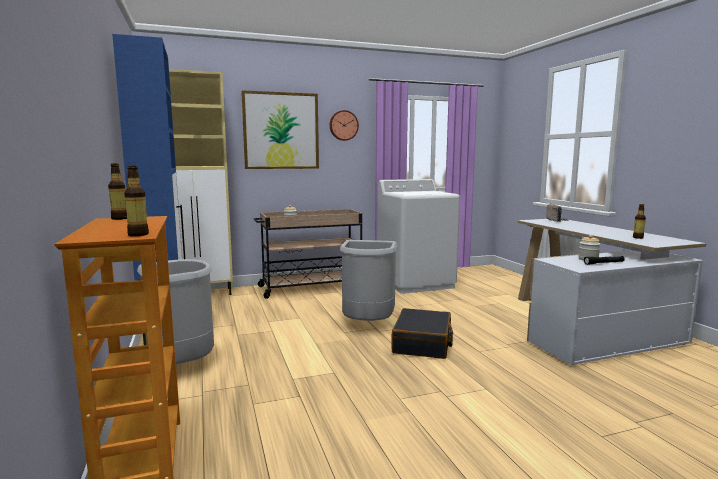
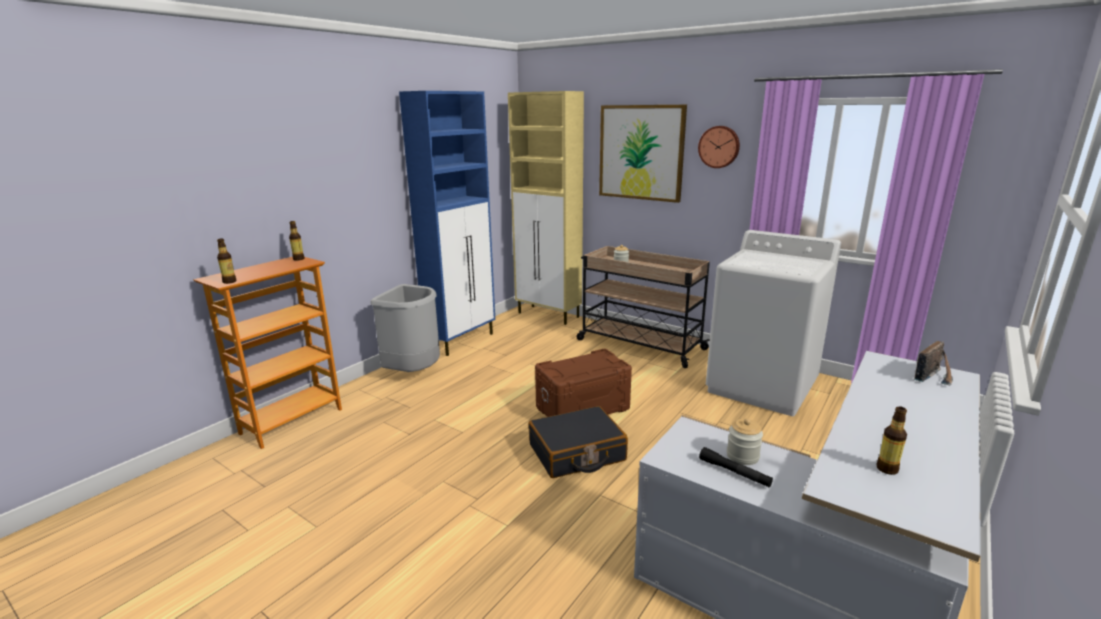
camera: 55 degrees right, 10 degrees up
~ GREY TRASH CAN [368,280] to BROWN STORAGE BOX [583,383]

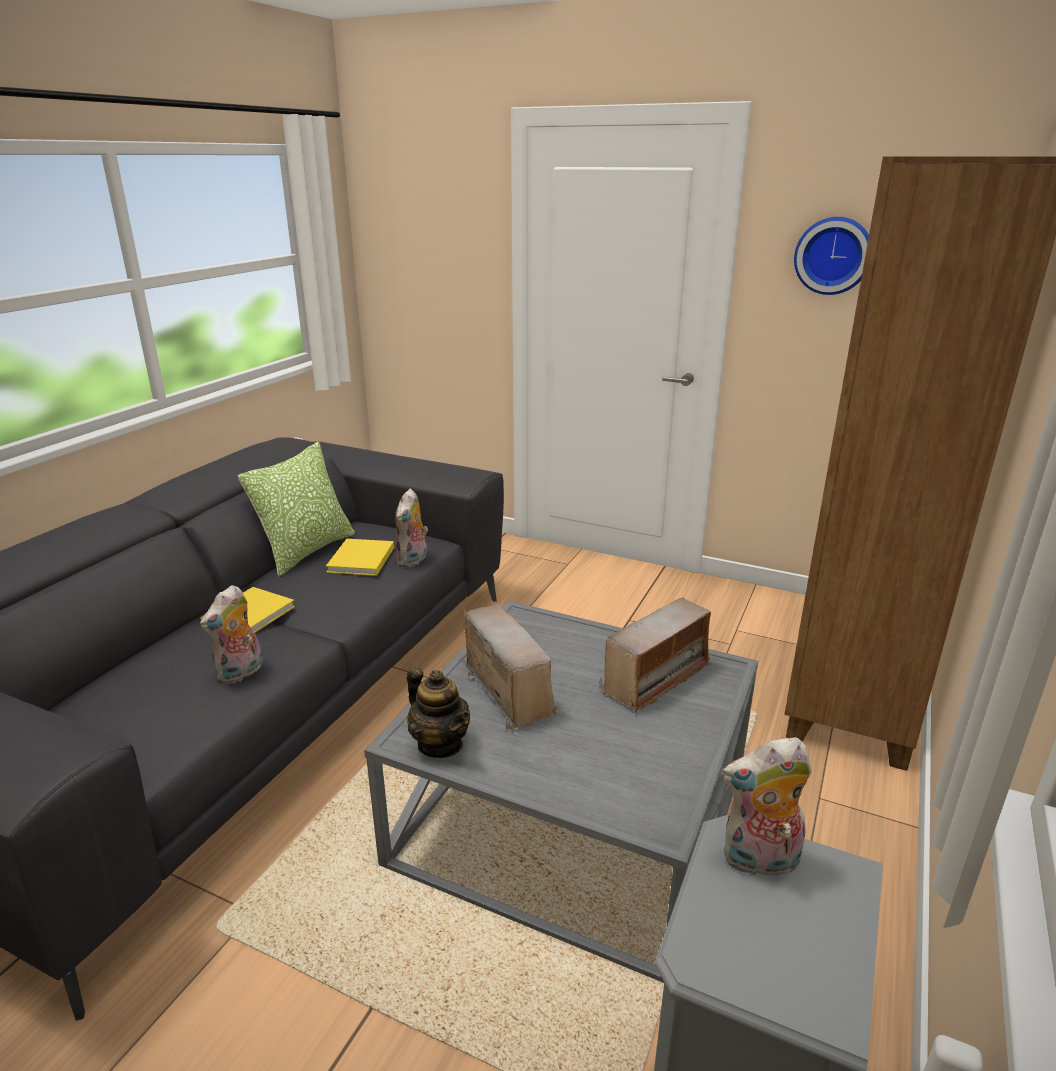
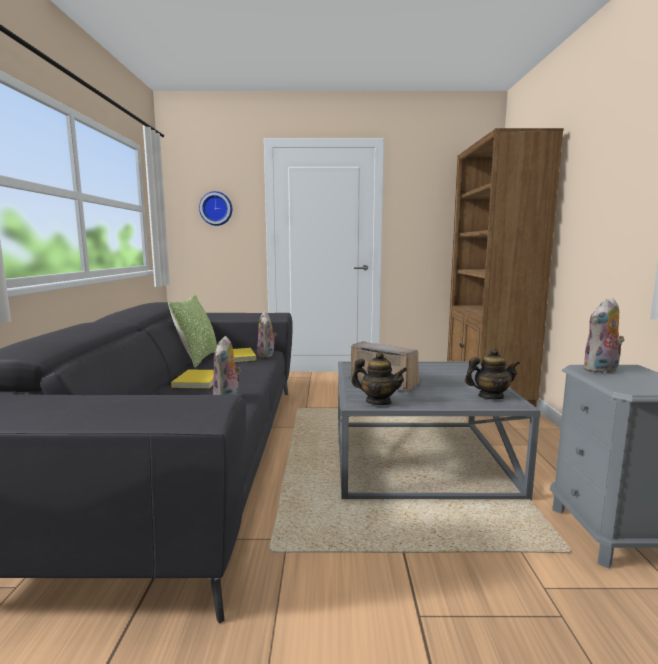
camera: 25 degrees left, 15 degrees down
- RADIO [655,655]
~ WALL CLOCK [831,256] to [215,208]
+ TEAPOT [492,374]

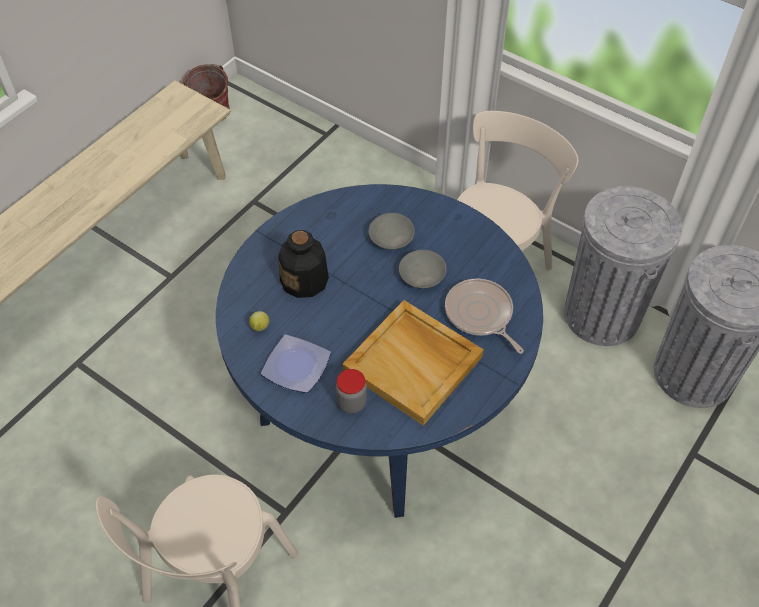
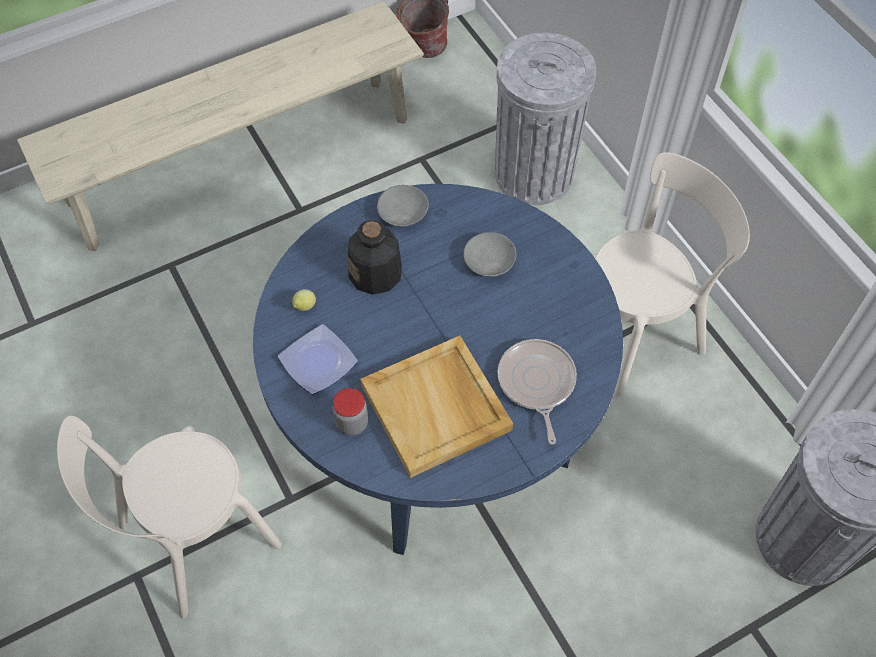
camera: 25 degrees right, 5 degrees up
~ GREY BOWL [423,269] to [403,206]
~ GREY TRASH CAN [623,266] to [545,118]

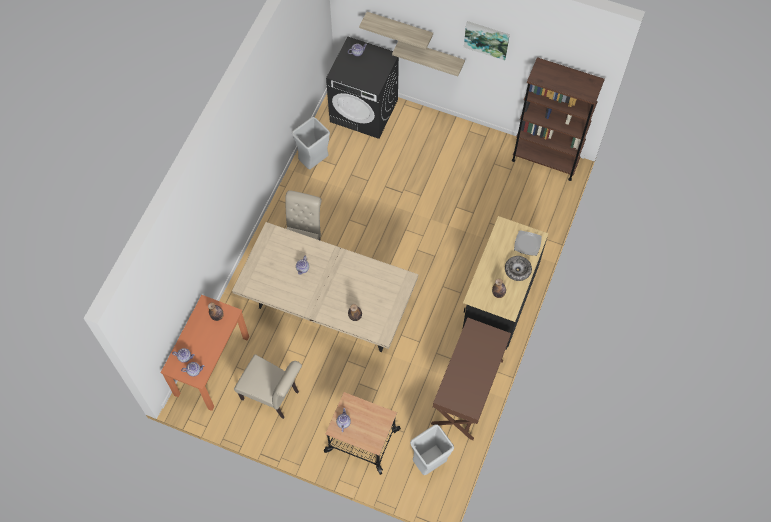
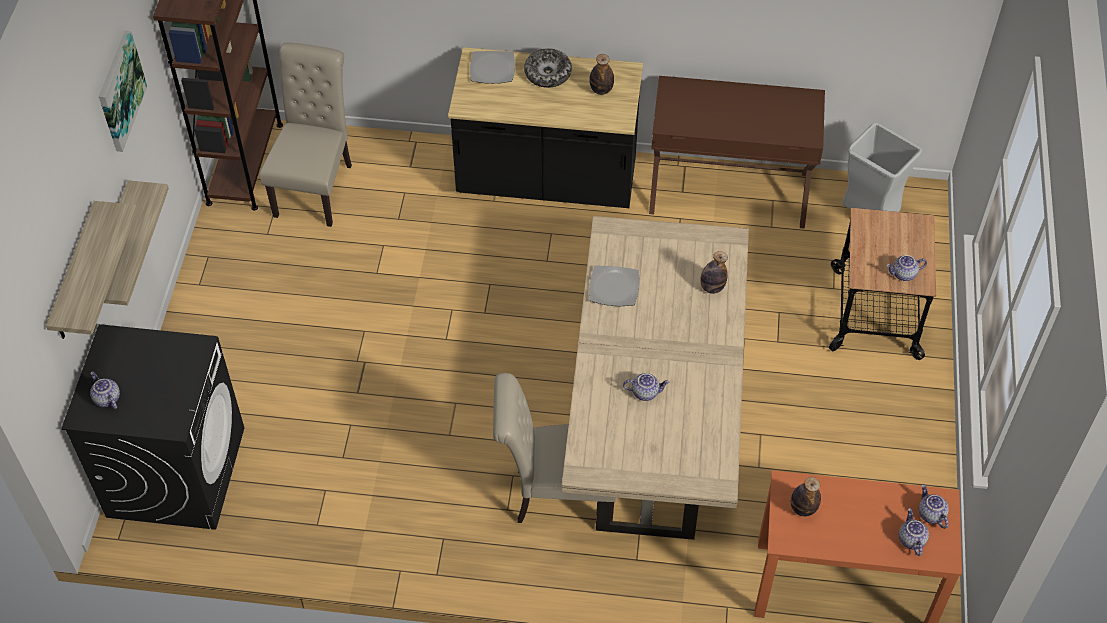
camera: 105 degrees left, 10 degrees down
~ BEIGE CHAIR [268,386] to [305,135]
- GREY TRASH CAN [311,143]
+ PLATE [614,285]

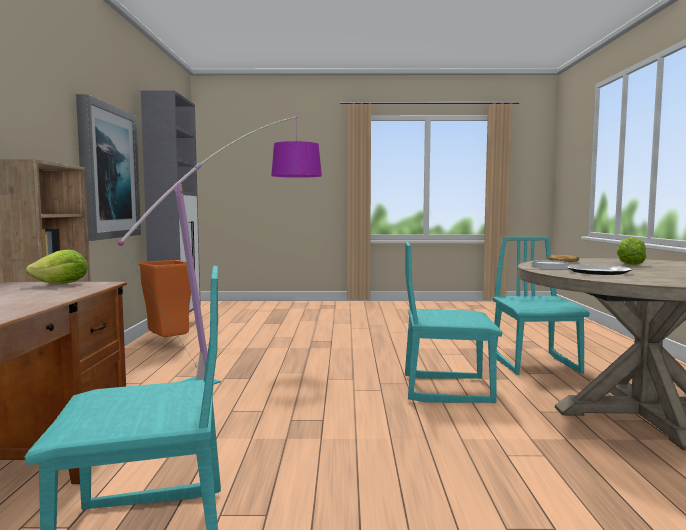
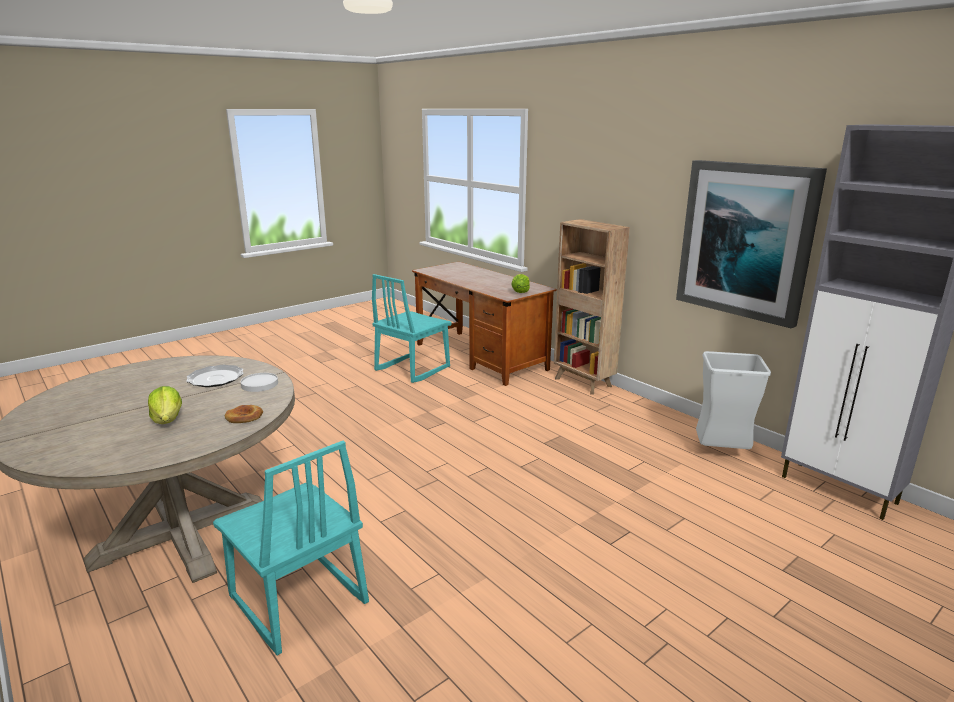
camera: 140 degrees right, 15 degrees up
- FLOOR LAMP [220,250]
~ ORANGE TRASH CAN [165,298] to GREY TRASH CAN [733,400]
- TURQUOISE CHAIR [454,322]

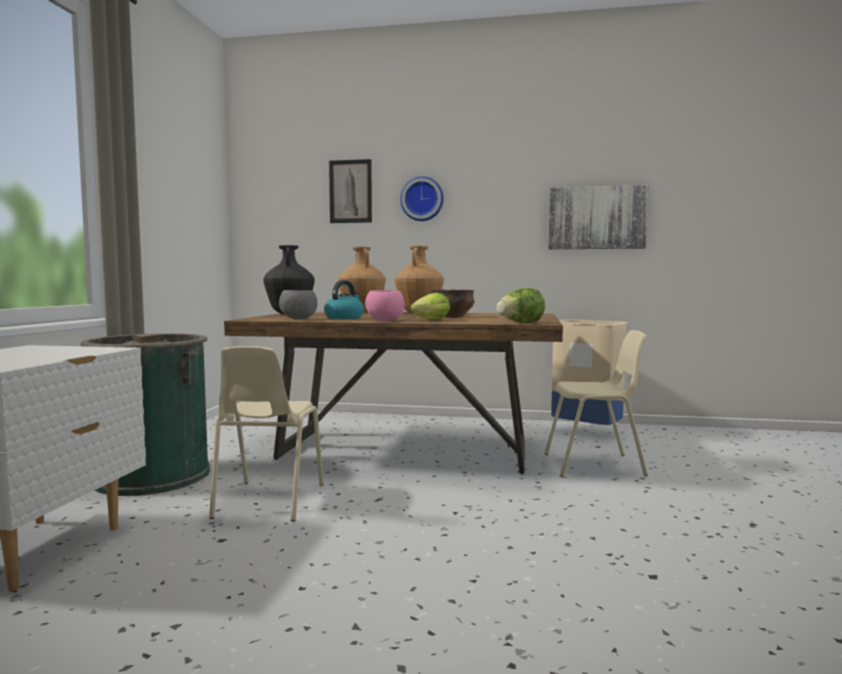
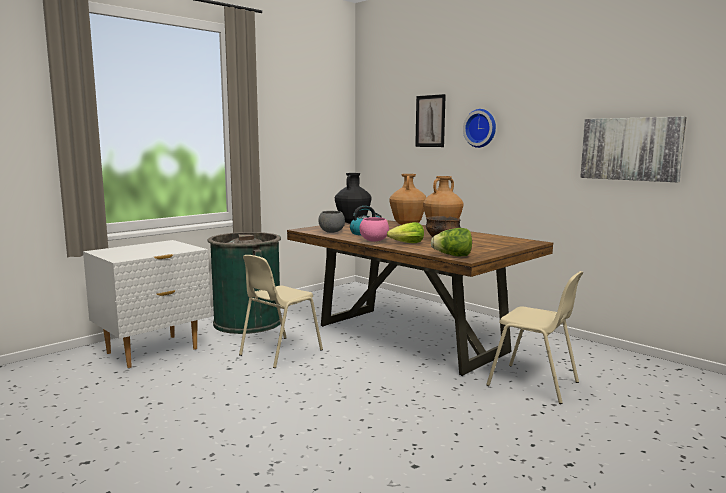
camera: 35 degrees right, 5 degrees up
- BEIGE TRASH CAN [589,372]

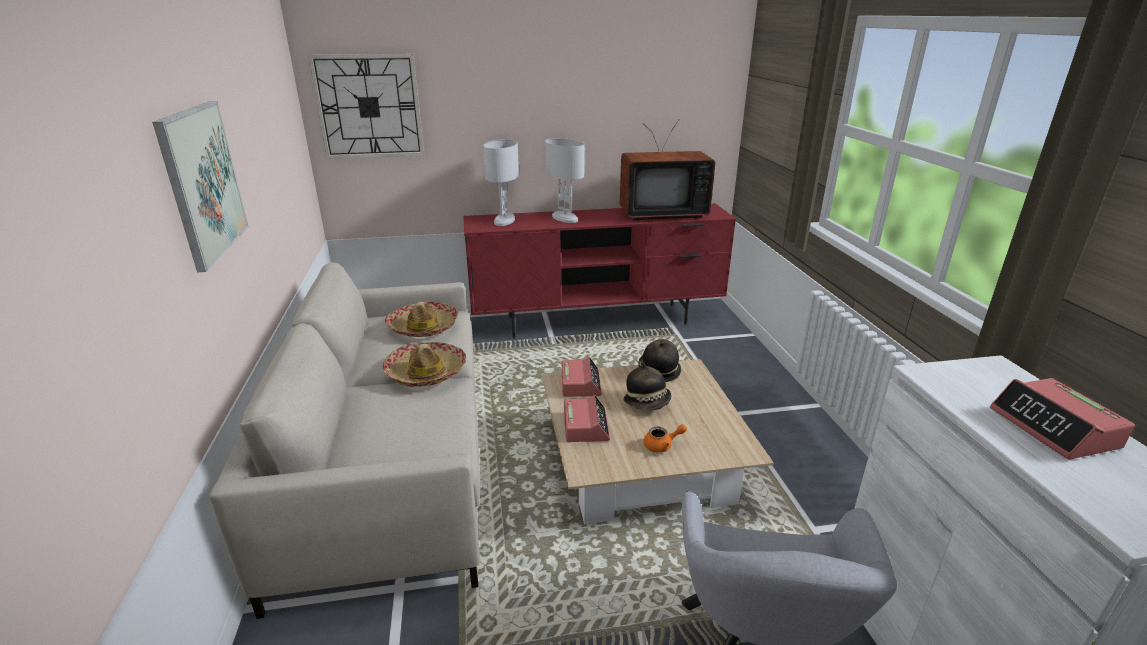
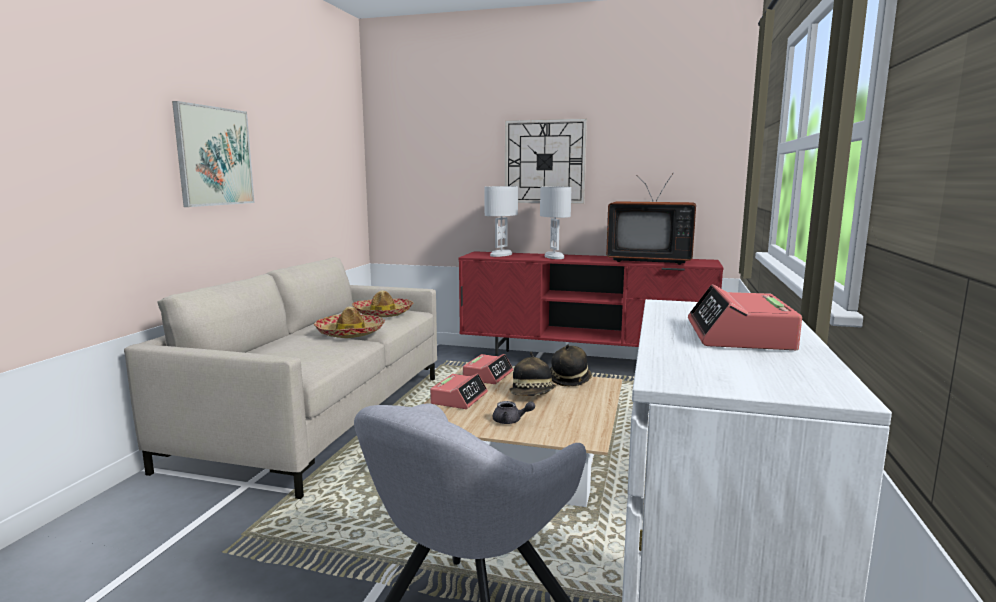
camera: 25 degrees right, 15 degrees down
~ WALL CLOCK [366,106] to [546,161]
~ ORANGE TEAPOT [665,438] to GREY TEAPOT [514,412]

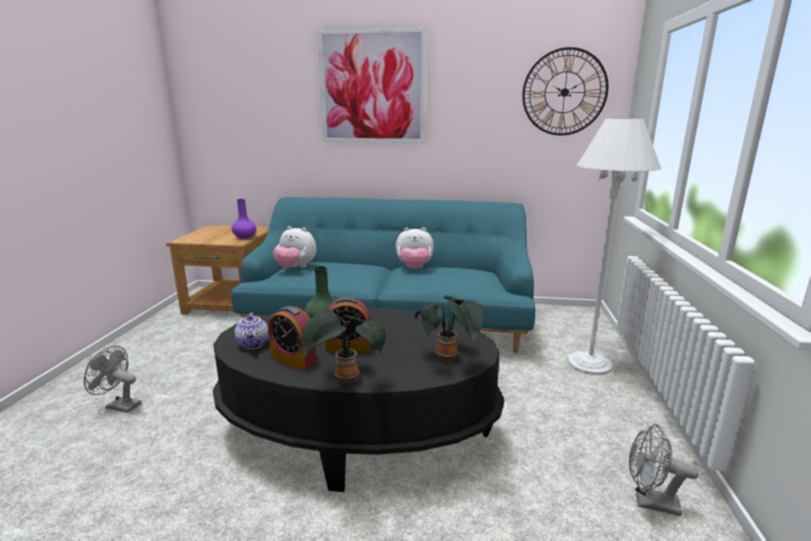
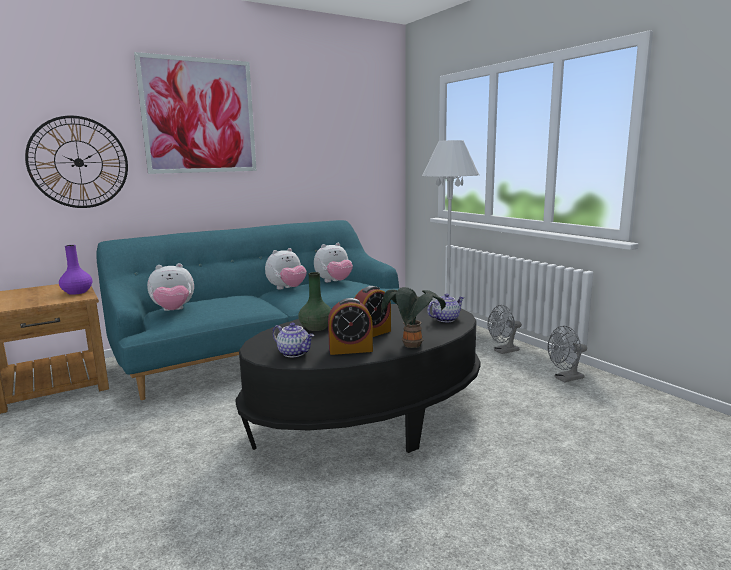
camera: 40 degrees left, 5 degrees down
~ GREY FAN [112,379] to [504,329]
~ POTTED PLANT [449,328] to TEAPOT [445,307]
~ WALL CLOCK [565,91] to [76,162]
+ PLUSH TOY [333,262]

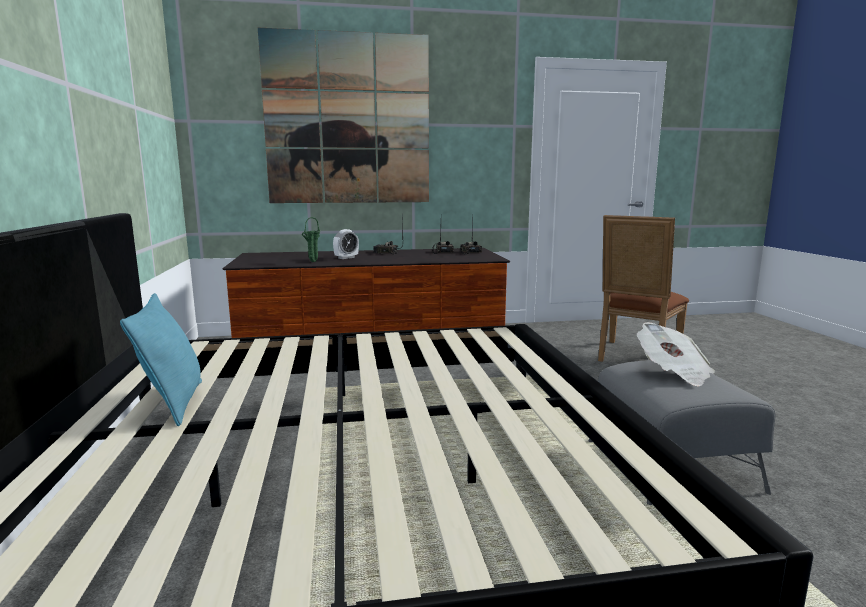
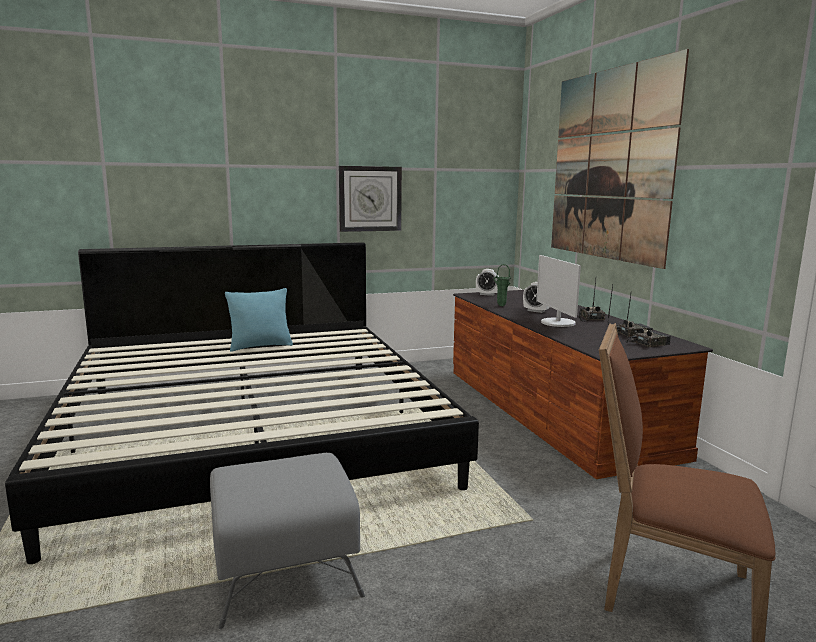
camera: 80 degrees right, 0 degrees up
- NEWSPAPER [676,354]
+ WALL CLOCK [370,199]
+ ALARM CLOCK [487,282]
+ MONITOR [558,291]

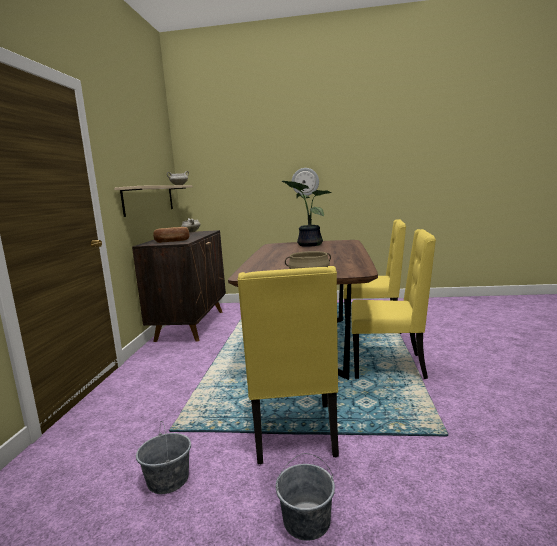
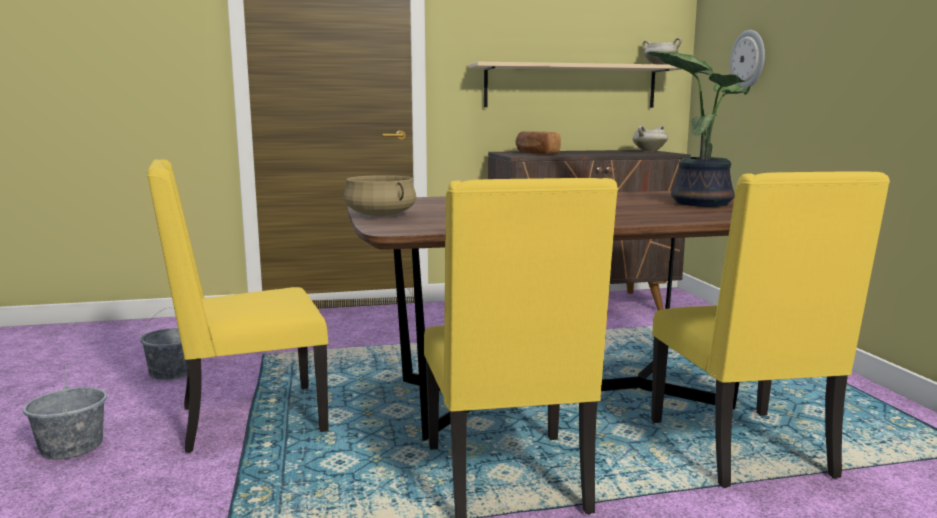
camera: 70 degrees right, 0 degrees up
~ WALL CLOCK [305,182] to [747,59]

